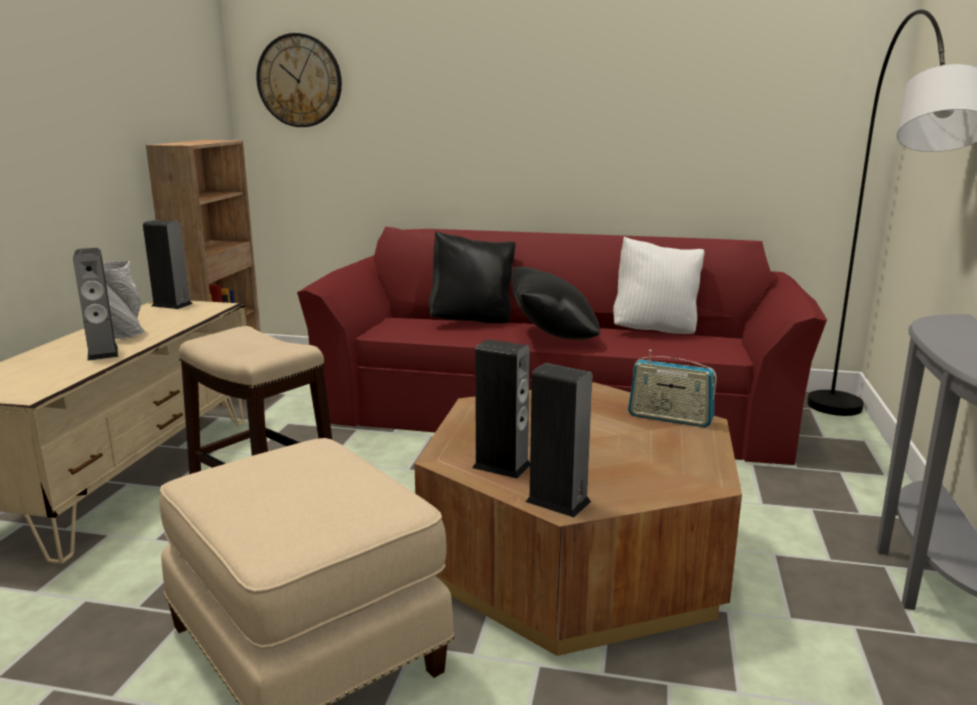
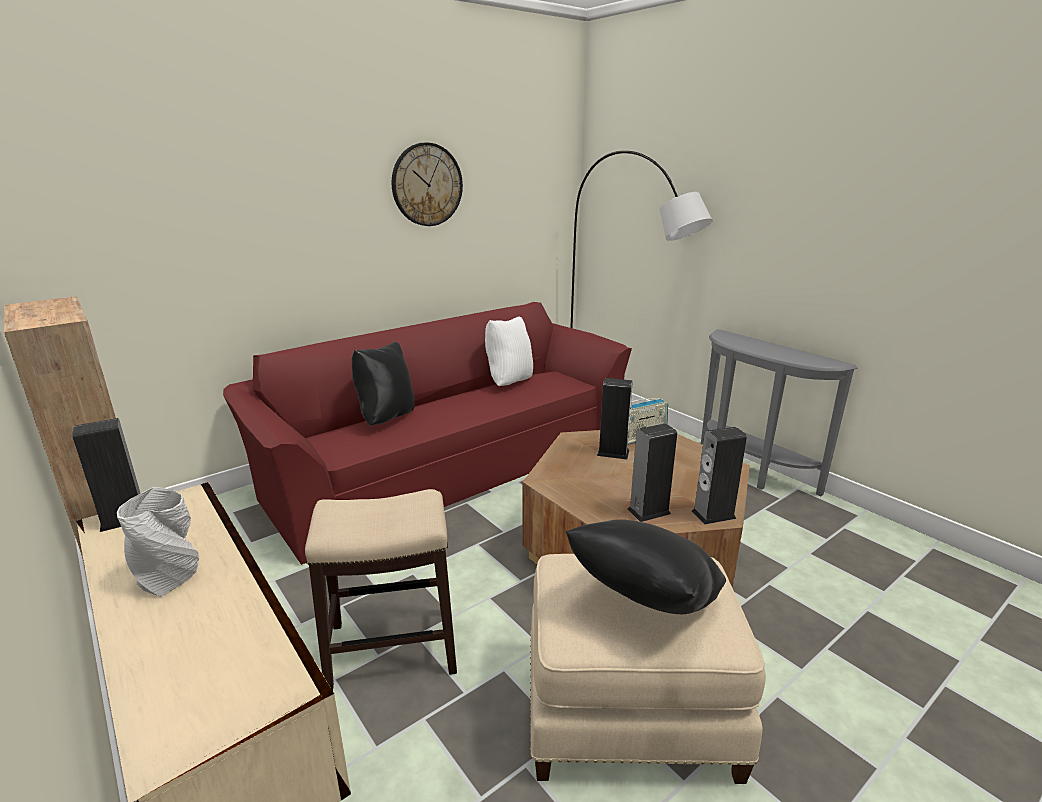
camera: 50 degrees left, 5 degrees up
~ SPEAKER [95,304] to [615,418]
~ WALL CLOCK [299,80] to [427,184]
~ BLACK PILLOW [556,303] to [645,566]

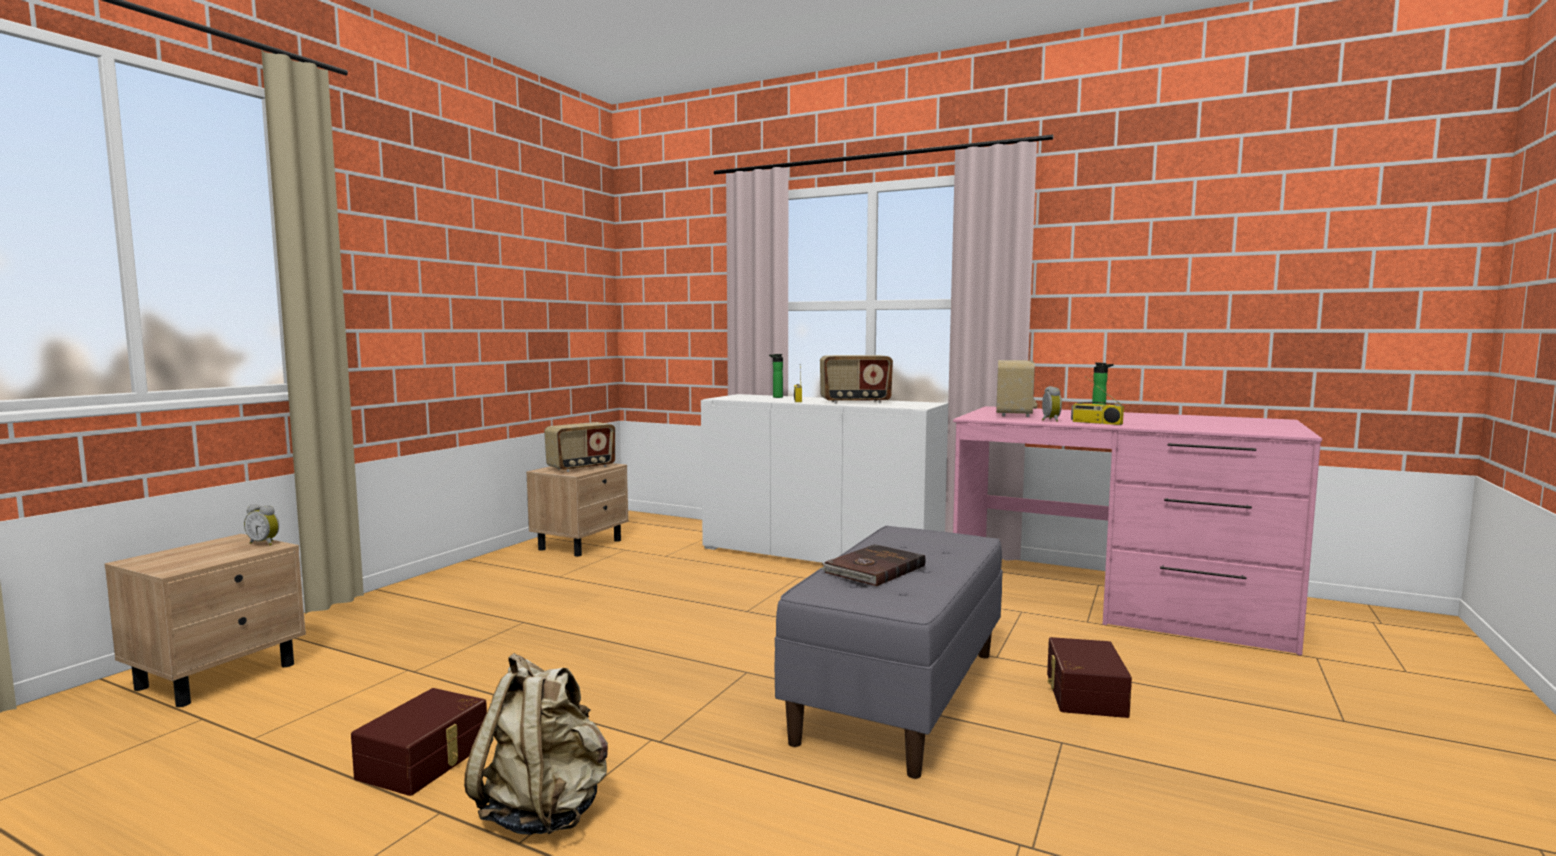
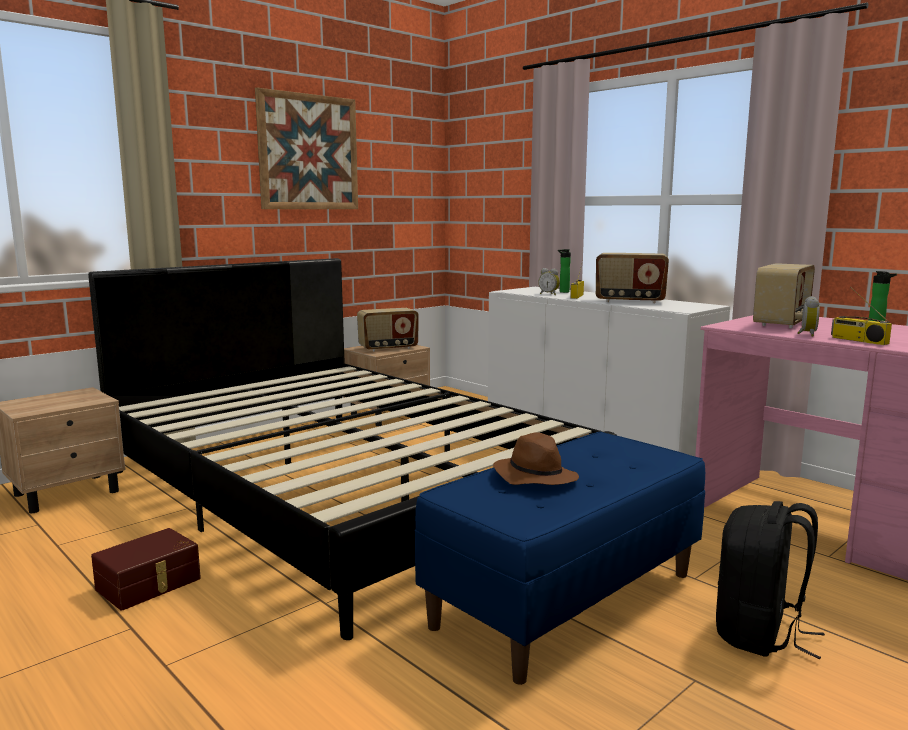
camera: 20 degrees right, 5 degrees up
~ ALARM CLOCK [261,525] to [549,281]
- BEIGE BACKPACK [536,744]
~ GREY BENCH [888,652] to BLUE BENCH [559,558]
~ BROWN BOOK [873,565] to BROWN HAT [536,458]
~ BROWN STORAGE BOX [1089,677] to BLACK BACKPACK [770,580]
+ BLACK BED [352,449]
+ PICTURE [306,148]

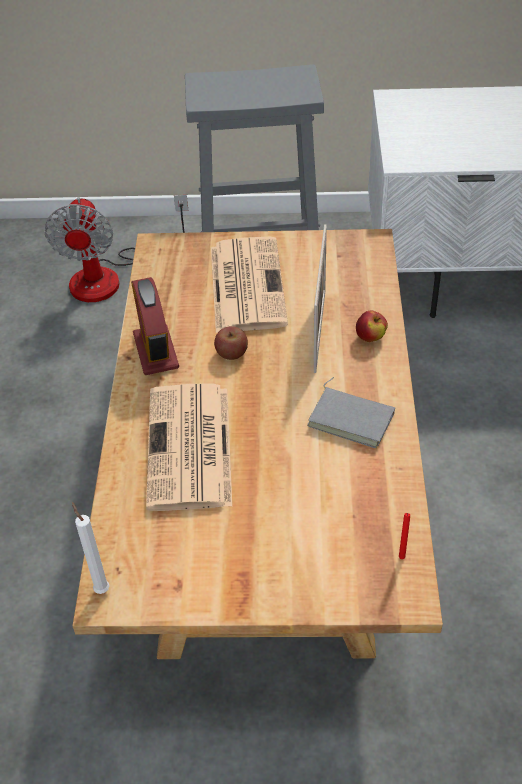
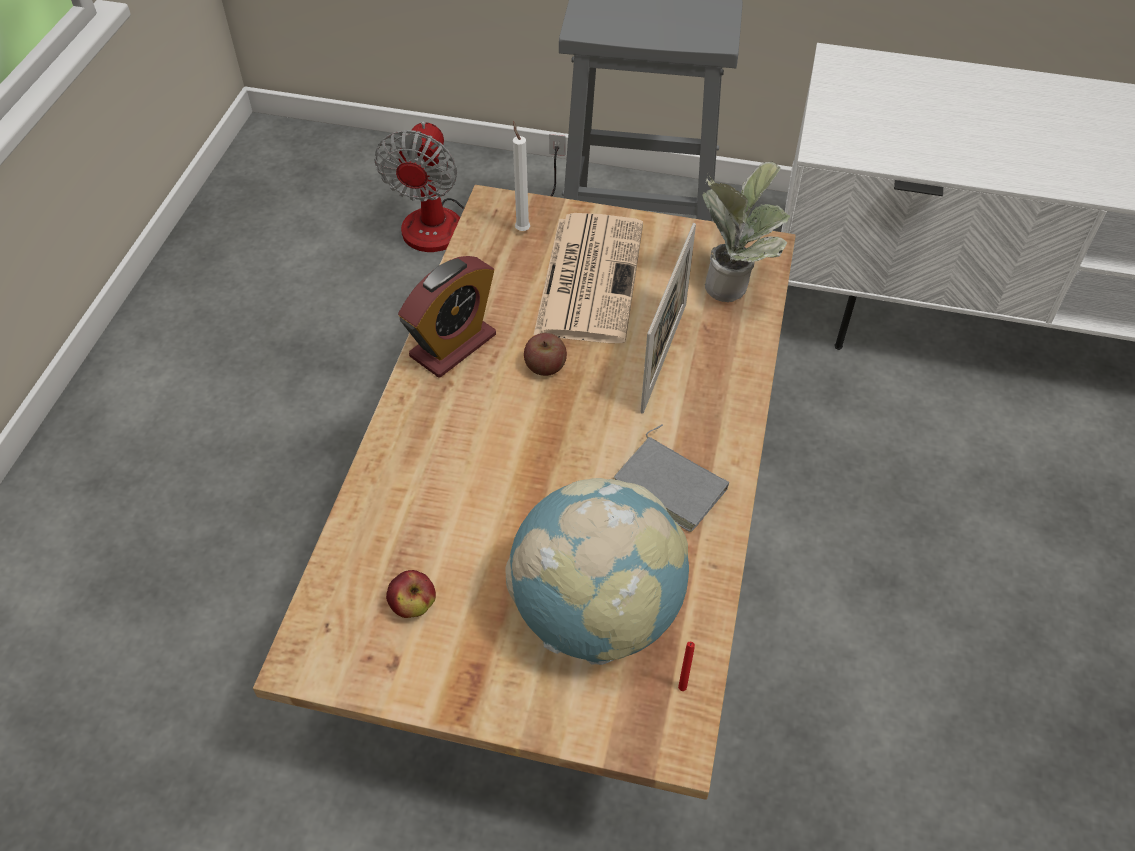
camera: 10 degrees right, 5 degrees up
~ WHITE CANDLE [91,548] to [521,176]
~ ALARM CLOCK [155,326] = [447,317] 135 degrees counterclockwise
- NEWSPAPER [189,447]
~ APPLE [372,326] to [411,594]
+ GLOBE [597,571]
+ POTTED PLANT [746,232]

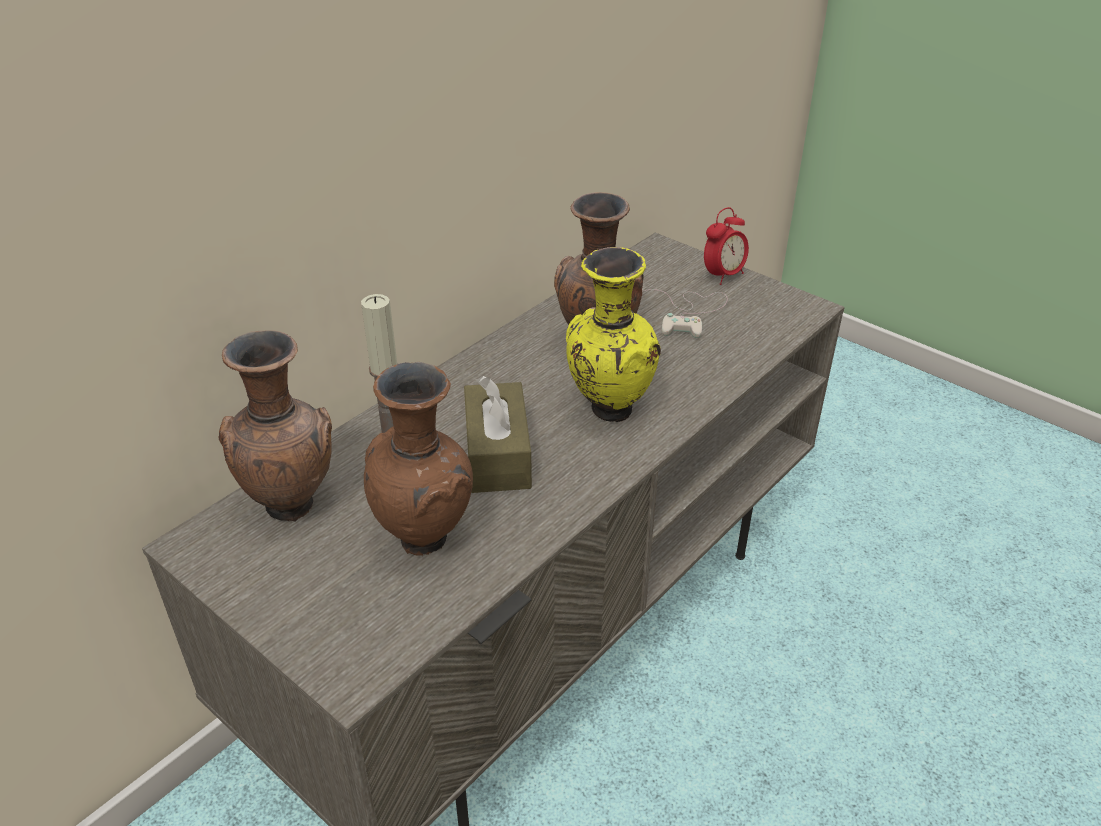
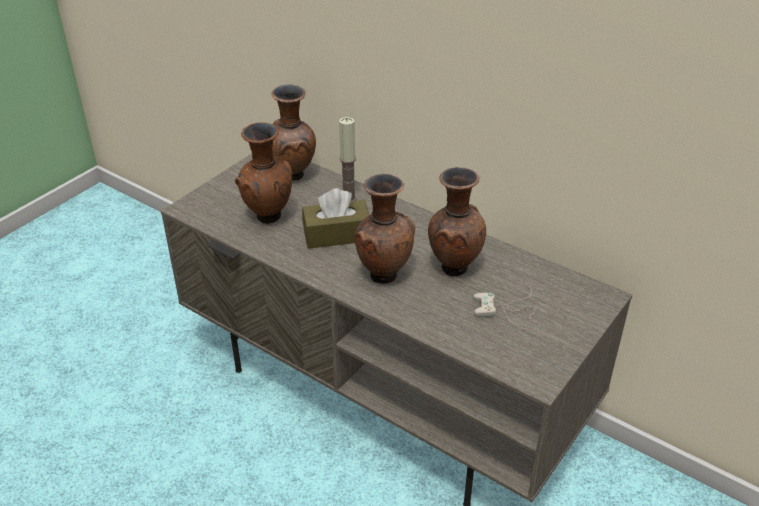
camera: 85 degrees right, 0 degrees up
~ YELLOW VASE [613,334] to BROWN VASE [384,229]
- ALARM CLOCK [726,246]

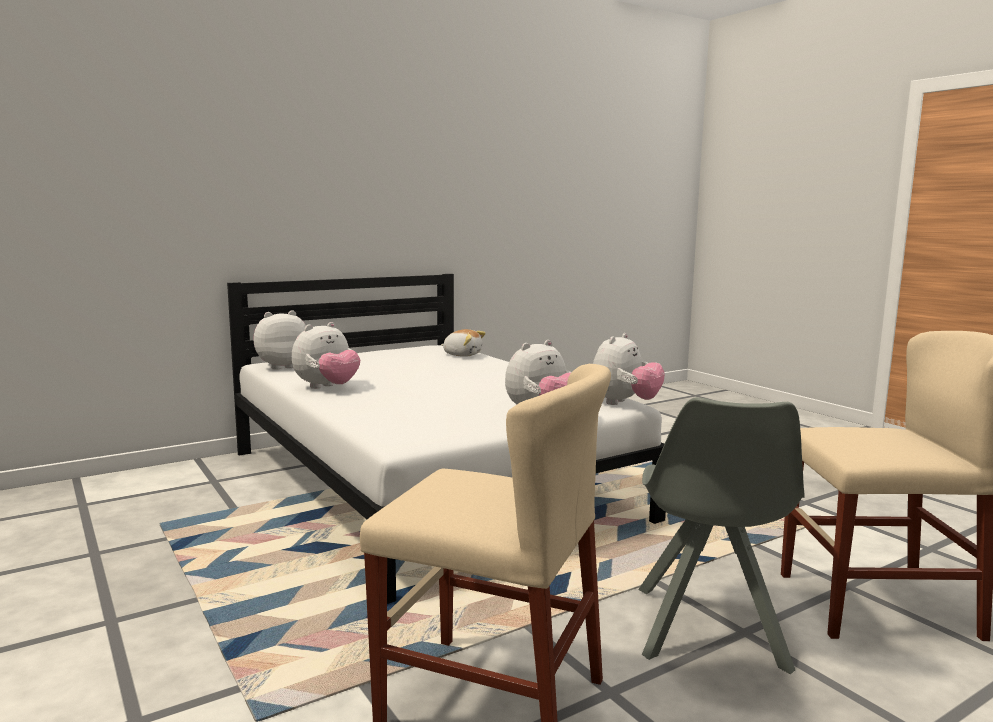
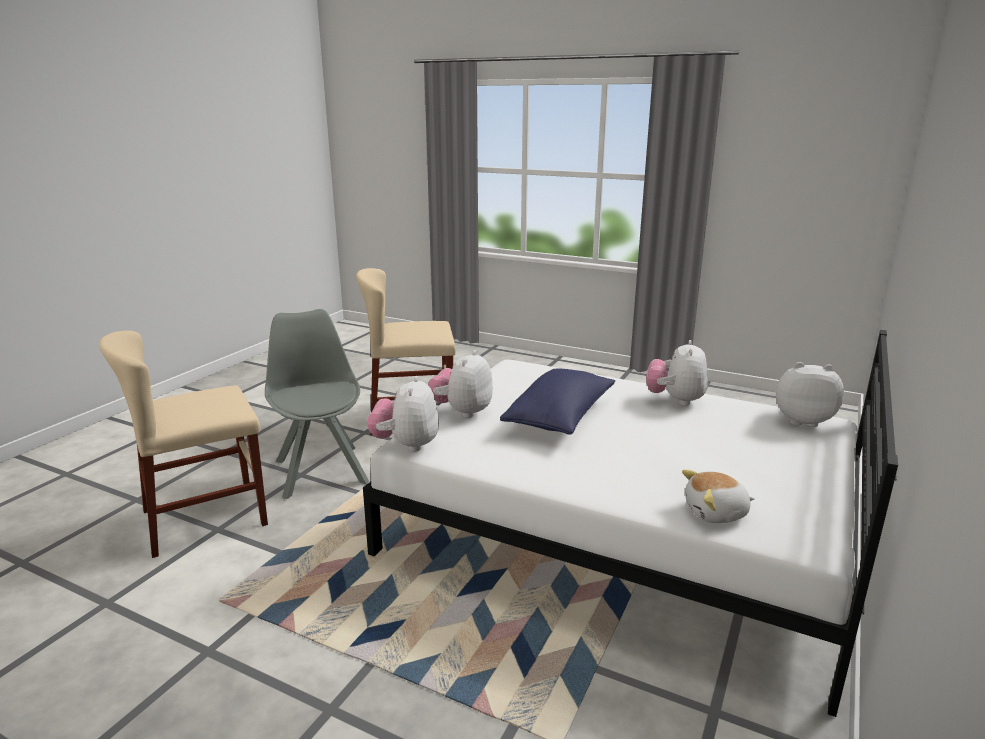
camera: 150 degrees right, 10 degrees up
~ PLUSH TOY [279,340] = [810,394] 105 degrees counterclockwise
+ BLUE PILLOW [557,401]

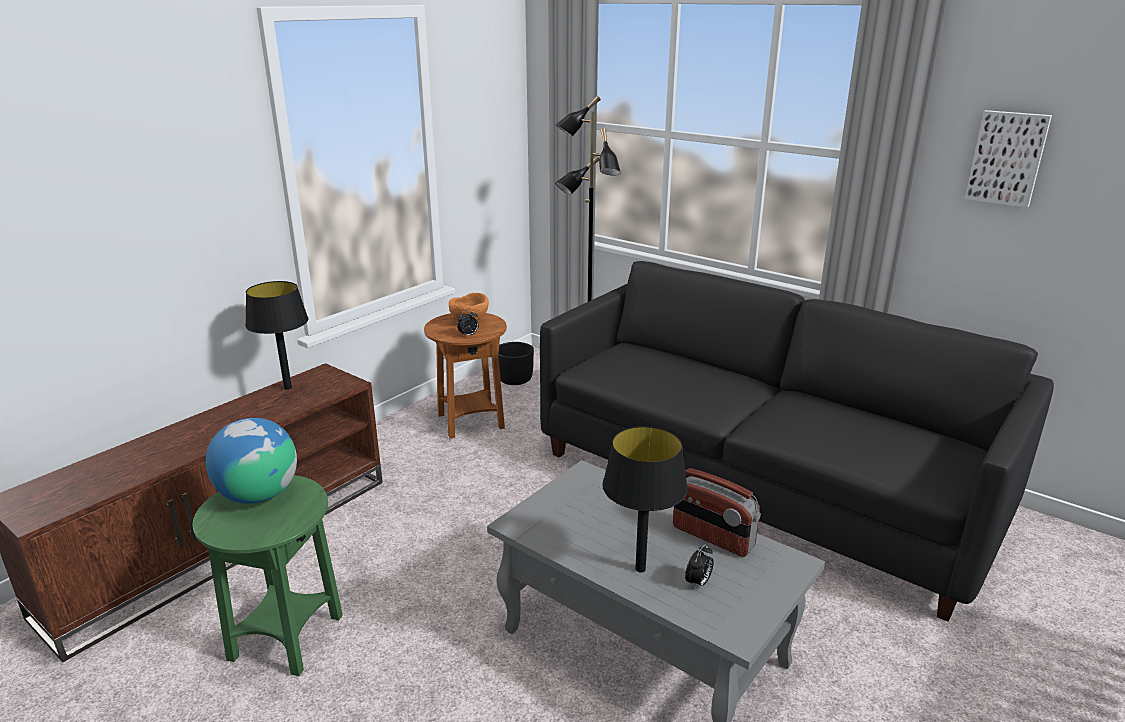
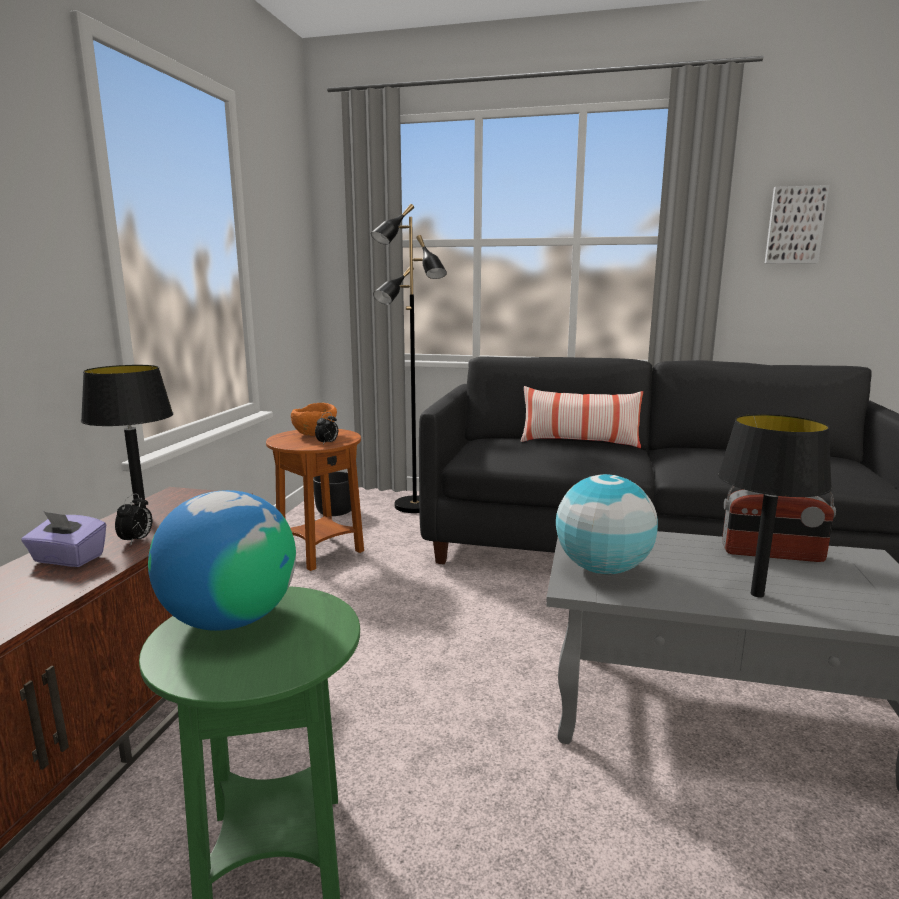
camera: 25 degrees left, 10 degrees down
~ ALARM CLOCK [699,566] to [133,519]
+ PURPLE TISSUE BOX [63,539]
+ PILLOW [581,417]
+ GLOBE [607,524]

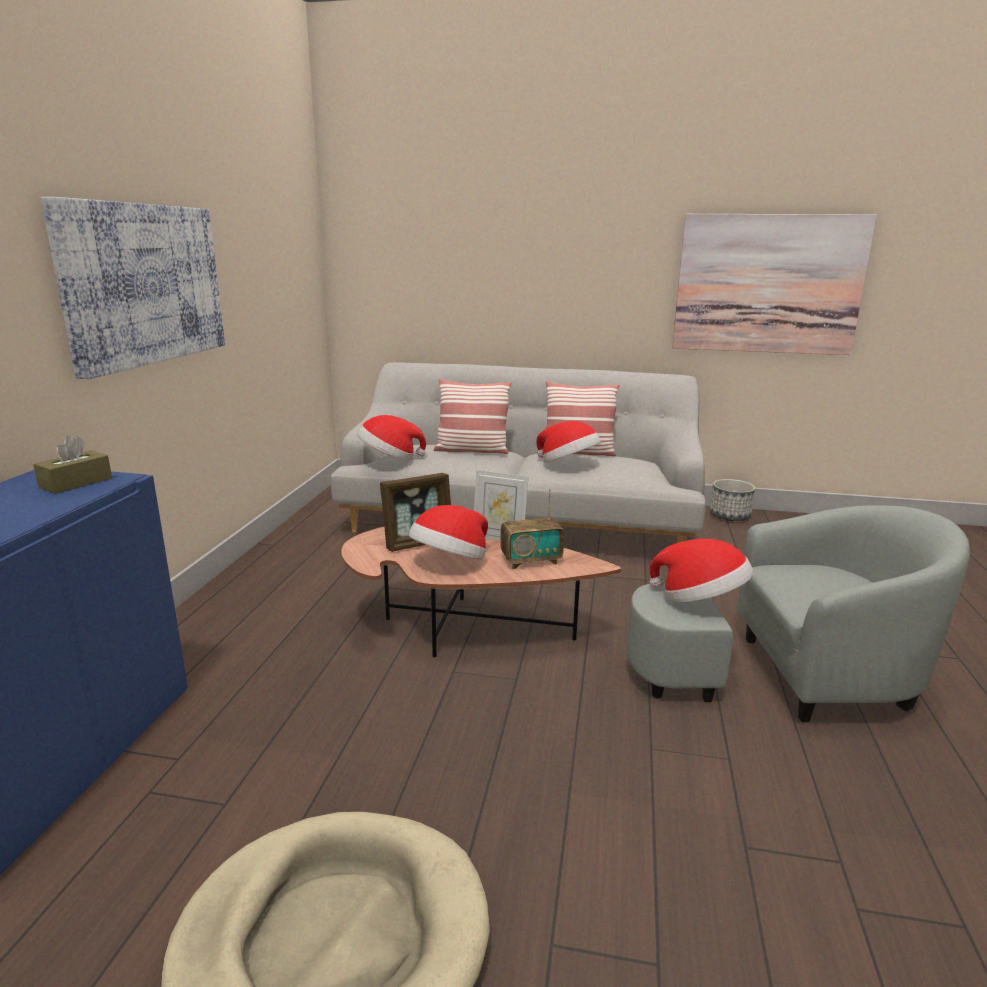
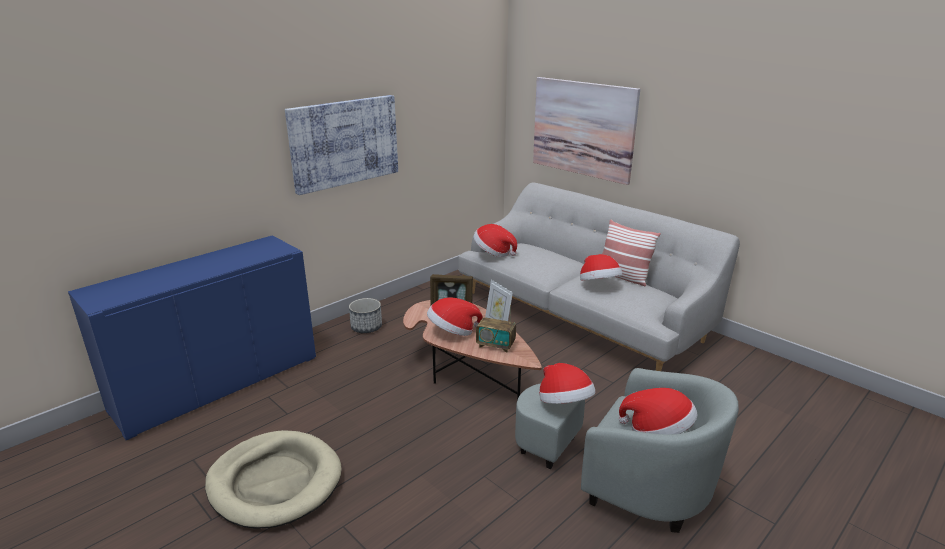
camera: 35 degrees right, 5 degrees up
- BROWN TISSUE BOX [72,465]
- PILLOW [473,416]
~ PICTURE [774,284] to [586,131]
~ PLANTER [732,500] to [365,315]
+ HAT [658,411]

